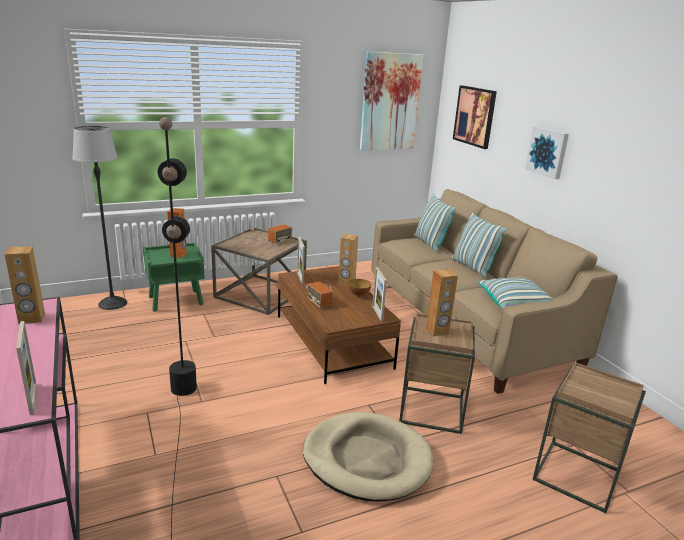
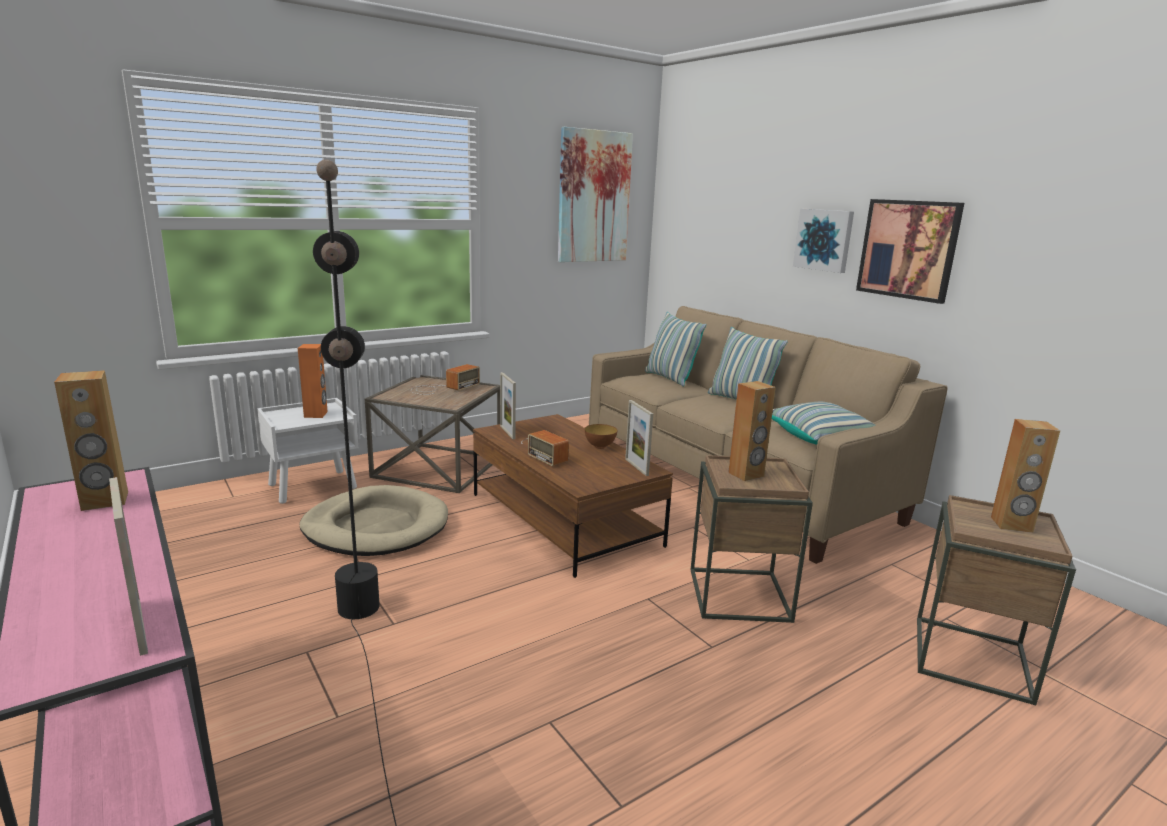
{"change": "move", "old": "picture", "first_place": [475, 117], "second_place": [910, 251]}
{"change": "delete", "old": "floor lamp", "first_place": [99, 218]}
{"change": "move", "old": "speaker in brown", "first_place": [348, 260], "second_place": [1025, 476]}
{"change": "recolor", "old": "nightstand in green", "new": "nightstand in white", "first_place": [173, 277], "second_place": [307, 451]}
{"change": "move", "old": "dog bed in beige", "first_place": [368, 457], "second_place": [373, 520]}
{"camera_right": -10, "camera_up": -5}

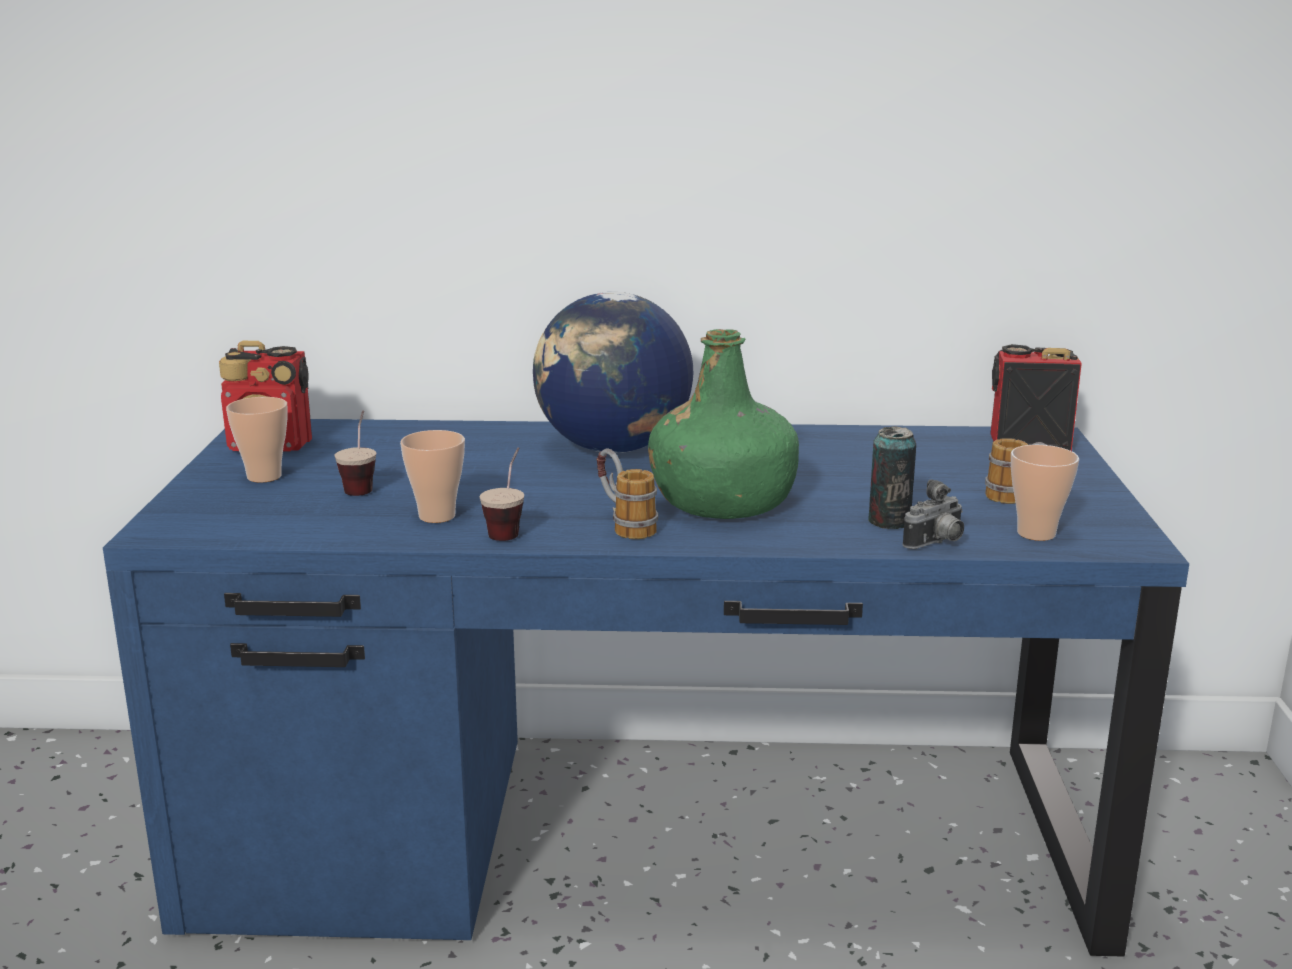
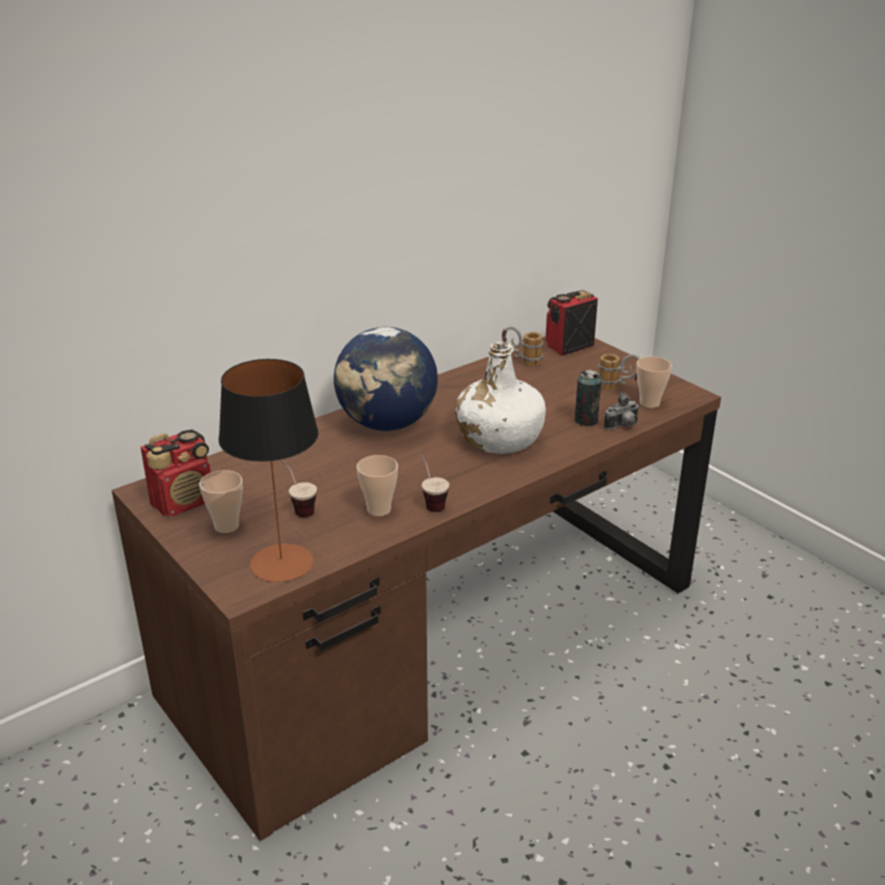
{"change": "recolor", "old": "bottle in green", "new": "bottle in white", "first_place": [723, 424], "second_place": [500, 398]}
{"change": "recolor", "old": "desk in blue", "new": "desk in brown", "first_place": [646, 688], "second_place": [416, 588]}
{"change": "move", "old": "mug", "first_place": [627, 493], "second_place": [522, 347]}
{"change": "rotate", "old": "photo camera", "first_place": [933, 514], "second_place": [621, 411], "degrees": 45}
{"change": "insert", "new": "table lamp", "second_place": [268, 470]}
{"camera_right": -40, "camera_up": 10}

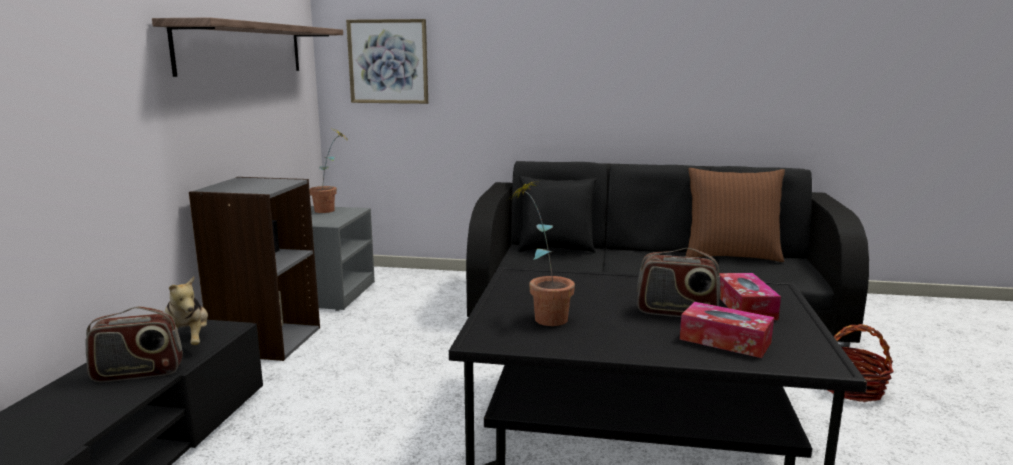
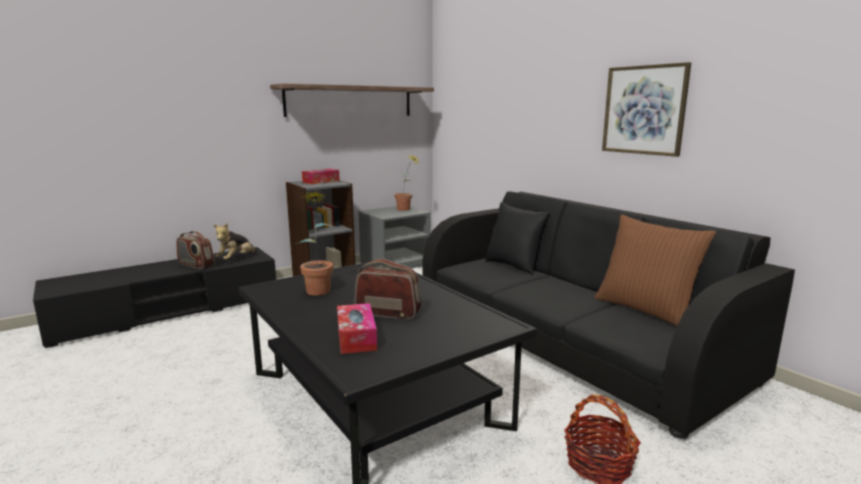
{"change": "move", "old": "picture", "first_place": [387, 61], "second_place": [646, 109]}
{"change": "rotate", "old": "radio", "first_place": [678, 282], "second_place": [388, 289], "degrees": 135}
{"change": "move", "old": "tissue box", "first_place": [750, 296], "second_place": [321, 176]}
{"camera_right": 45, "camera_up": 0}

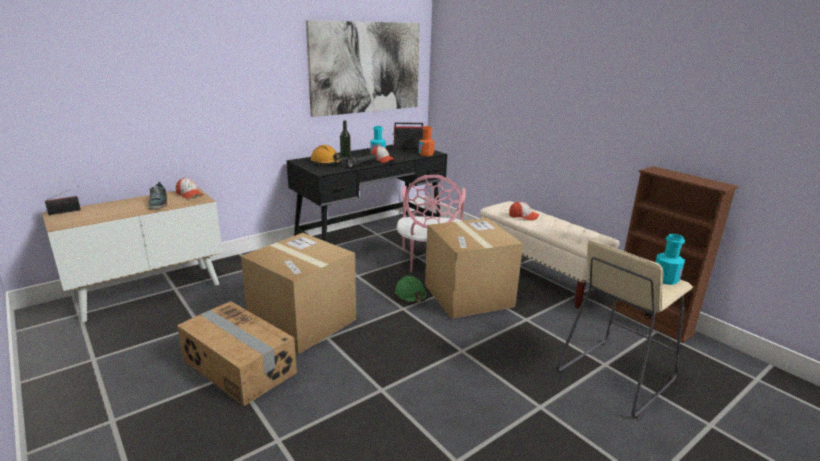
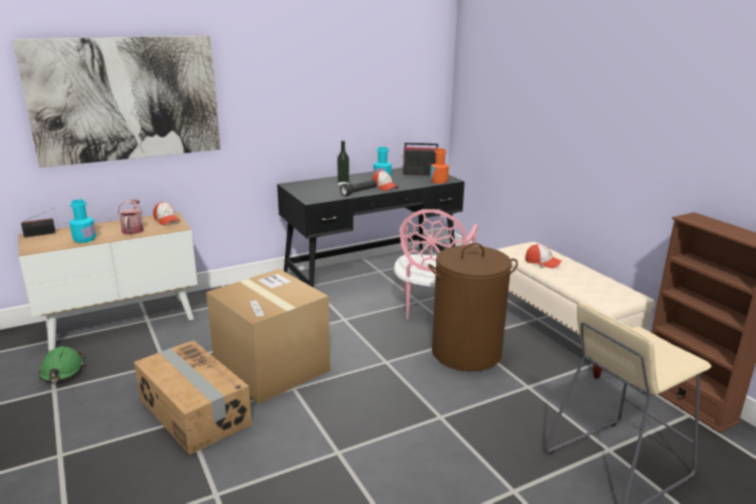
{"change": "move", "old": "picture", "first_place": [363, 68], "second_place": [117, 102]}
{"change": "delete", "old": "hard hat in orange", "first_place": [326, 154]}
{"change": "replace", "old": "shoe", "new": "watering can", "first_place": [157, 196], "second_place": [130, 217]}
{"change": "replace", "old": "cardboard box", "new": "laundry basket in brown", "first_place": [474, 268], "second_place": [473, 307]}
{"change": "move", "old": "bottle in turquoise", "first_place": [670, 259], "second_place": [82, 221]}
{"change": "move", "old": "hard hat in green", "first_place": [411, 289], "second_place": [61, 364]}
{"camera_right": 10, "camera_up": 0}

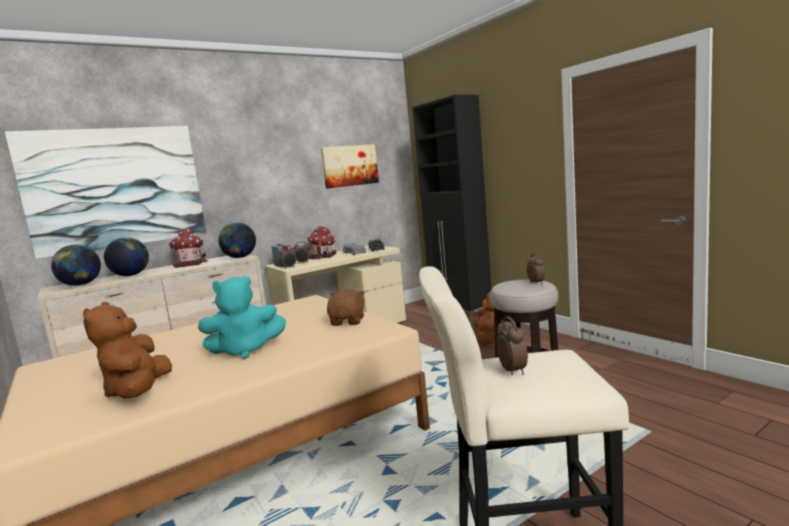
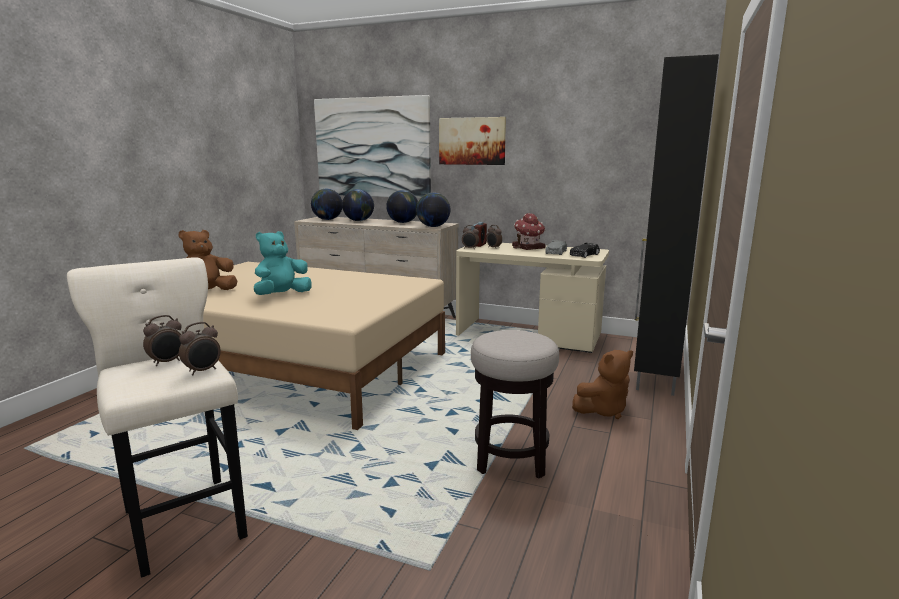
{"change": "move", "old": "picture", "first_place": [350, 166], "second_place": [472, 141]}
{"change": "replace", "old": "toy house", "new": "globe", "first_place": [188, 248], "second_place": [402, 206]}
{"change": "move", "old": "alarm clock", "first_place": [536, 269], "second_place": [200, 348]}
{"change": "rotate", "old": "plush toy in turquoise", "first_place": [242, 317], "second_place": [283, 263], "degrees": 90}
{"change": "delete", "old": "plush toy in brown", "first_place": [346, 307]}
{"camera_right": 55, "camera_up": 5}

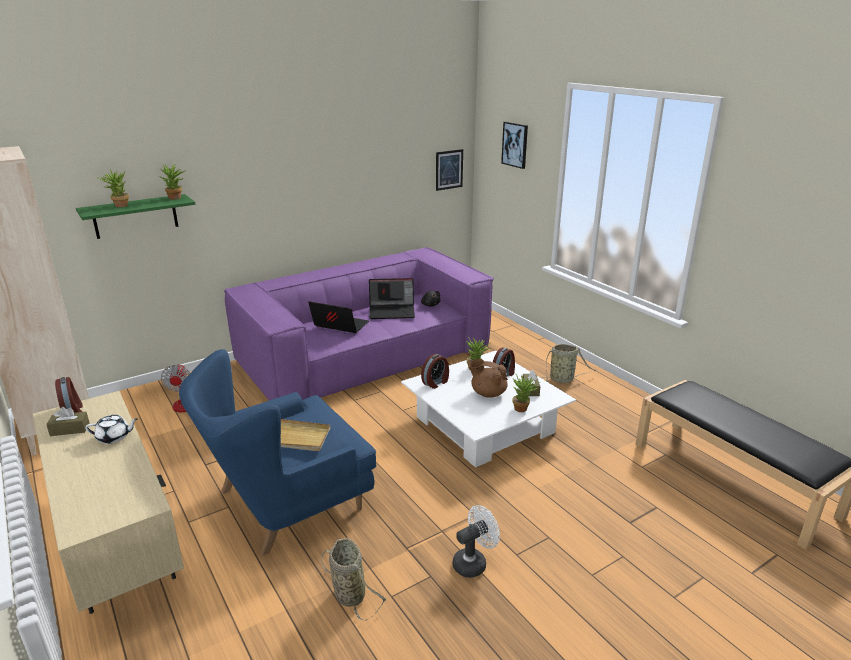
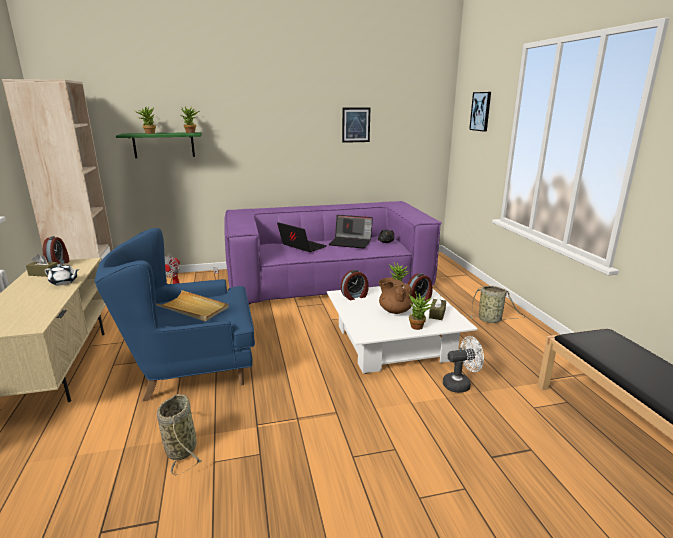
{"change": "move", "old": "picture", "first_place": [449, 170], "second_place": [356, 125]}
{"change": "move", "old": "fan in white", "first_place": [476, 541], "second_place": [463, 364]}
{"camera_right": 20, "camera_up": -5}

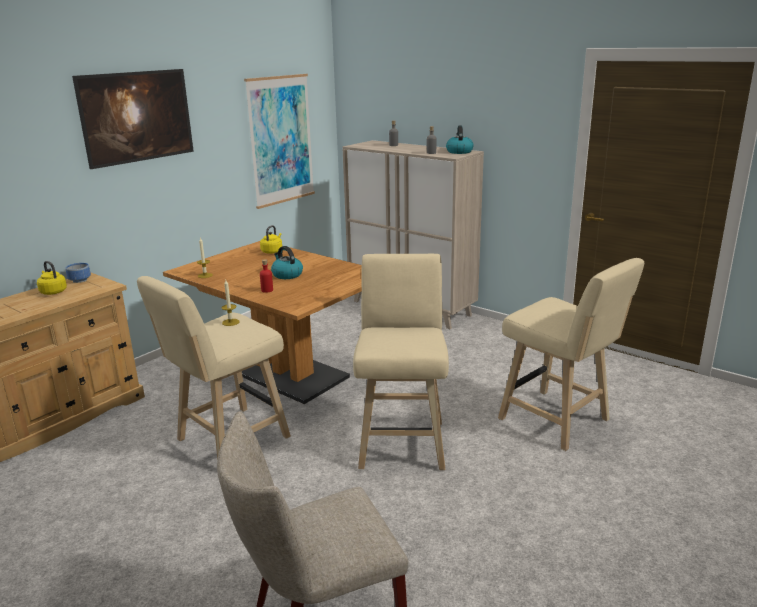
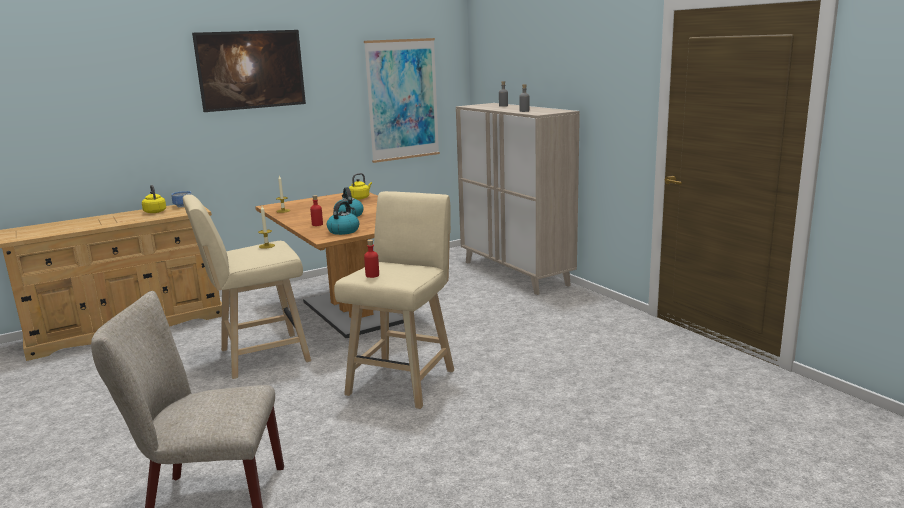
{"change": "move", "old": "kettle", "first_place": [460, 139], "second_place": [343, 218]}
{"change": "delete", "old": "stool in beige", "first_place": [571, 354]}
{"change": "insert", "new": "bottle in red", "second_place": [371, 259]}
{"camera_right": 20, "camera_up": -5}

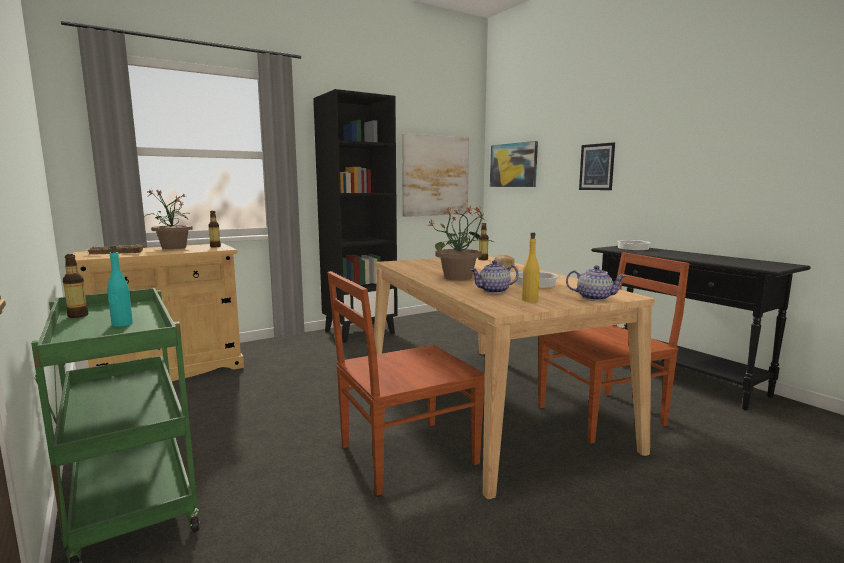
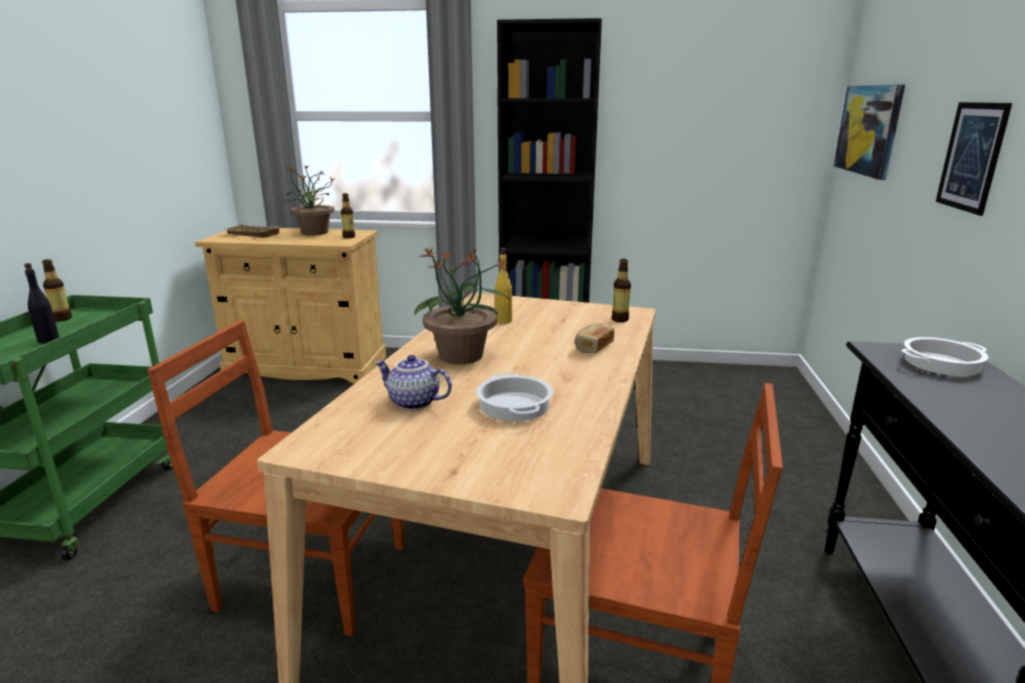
{"change": "delete", "old": "picture", "first_place": [435, 175]}
{"change": "move", "old": "bottle in yellow", "first_place": [531, 267], "second_place": [503, 286]}
{"change": "recolor", "old": "bottle in turquoise", "new": "bottle in black", "first_place": [120, 286], "second_place": [41, 303]}
{"change": "delete", "old": "teapot", "first_place": [596, 283]}
{"camera_right": 40, "camera_up": 10}

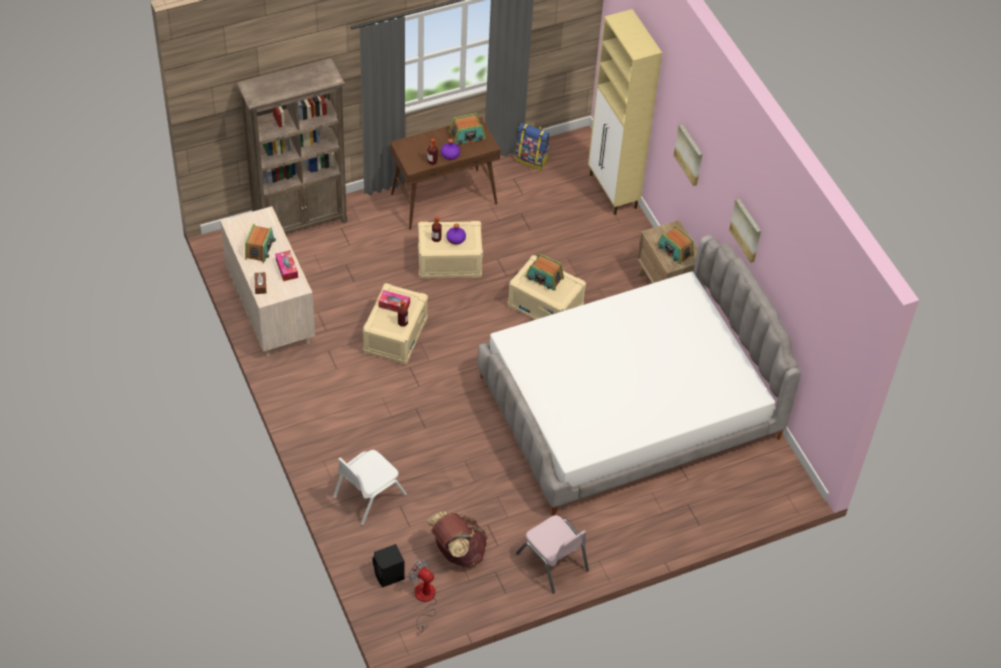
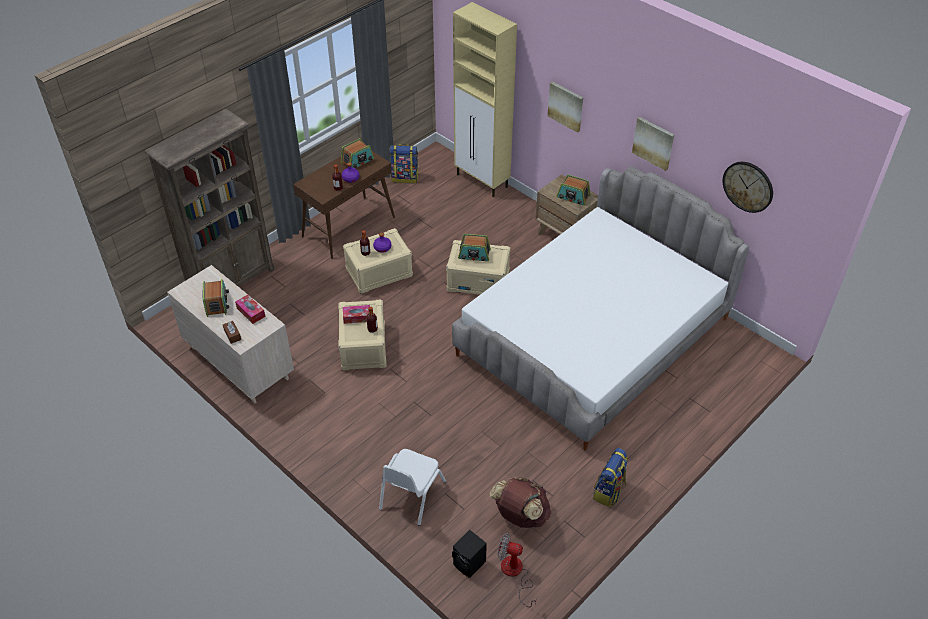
{"change": "replace", "old": "chair in pink", "new": "backpack", "first_place": [552, 554], "second_place": [610, 477]}
{"change": "insert", "new": "wall clock", "second_place": [748, 187]}
{"camera_right": -20, "camera_up": -5}

